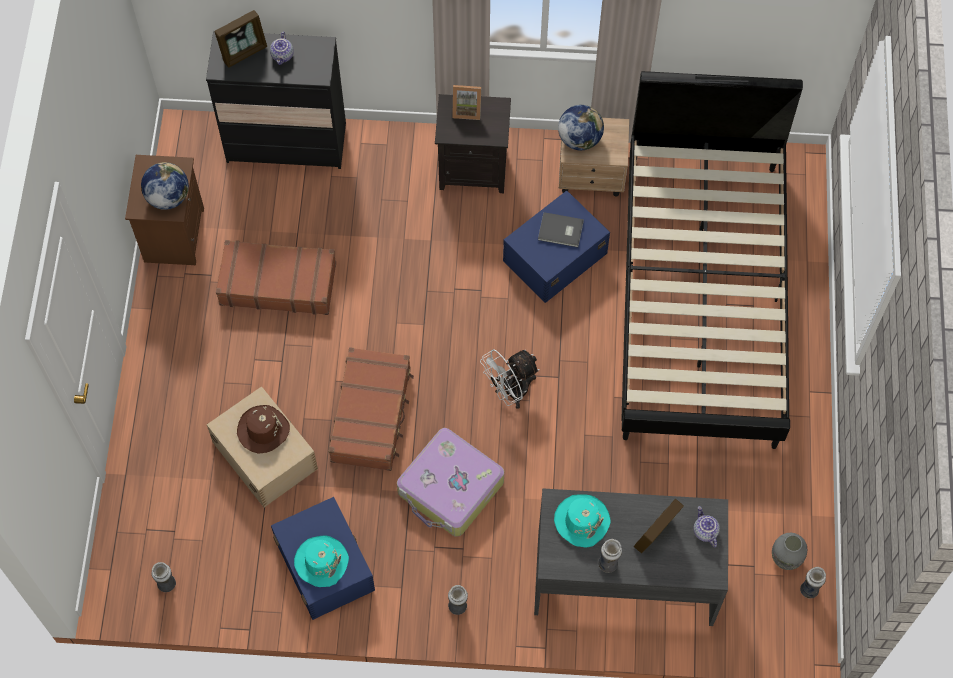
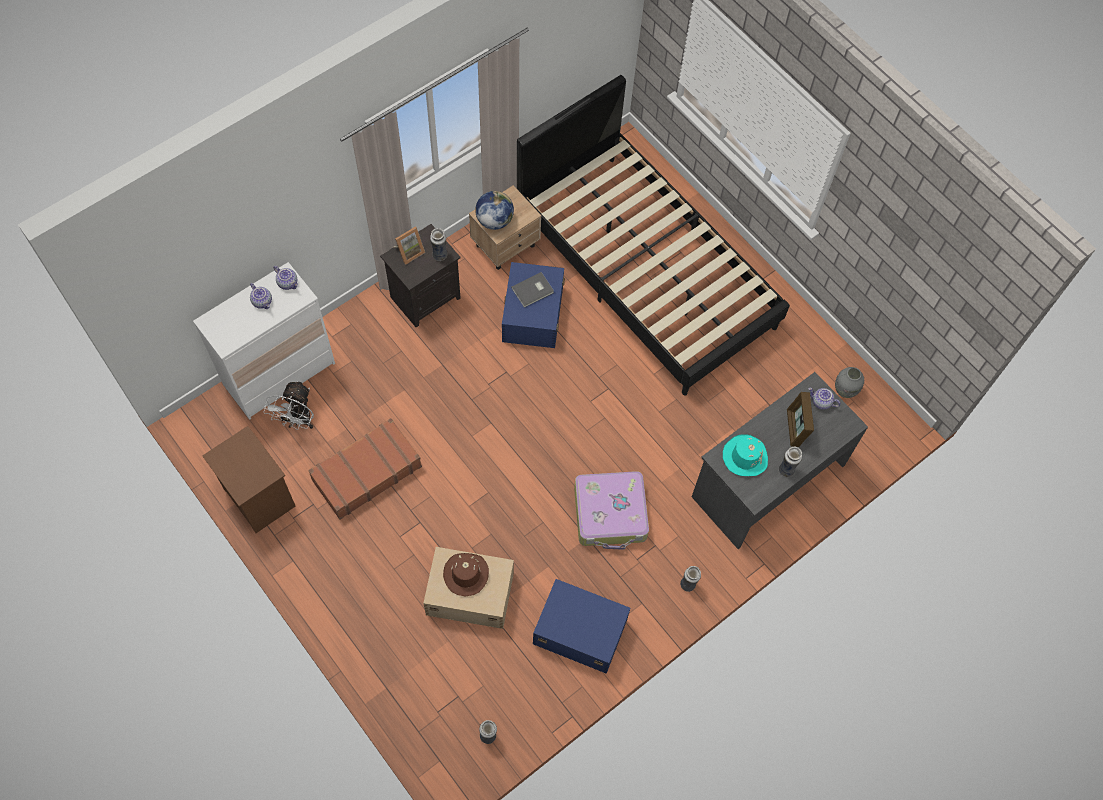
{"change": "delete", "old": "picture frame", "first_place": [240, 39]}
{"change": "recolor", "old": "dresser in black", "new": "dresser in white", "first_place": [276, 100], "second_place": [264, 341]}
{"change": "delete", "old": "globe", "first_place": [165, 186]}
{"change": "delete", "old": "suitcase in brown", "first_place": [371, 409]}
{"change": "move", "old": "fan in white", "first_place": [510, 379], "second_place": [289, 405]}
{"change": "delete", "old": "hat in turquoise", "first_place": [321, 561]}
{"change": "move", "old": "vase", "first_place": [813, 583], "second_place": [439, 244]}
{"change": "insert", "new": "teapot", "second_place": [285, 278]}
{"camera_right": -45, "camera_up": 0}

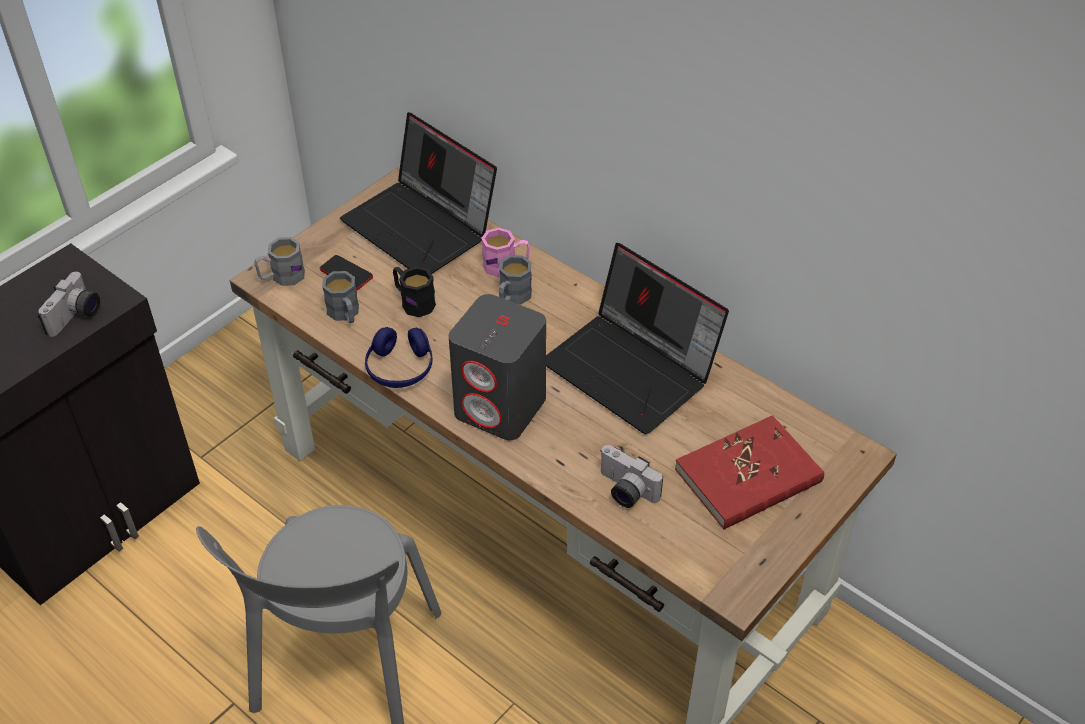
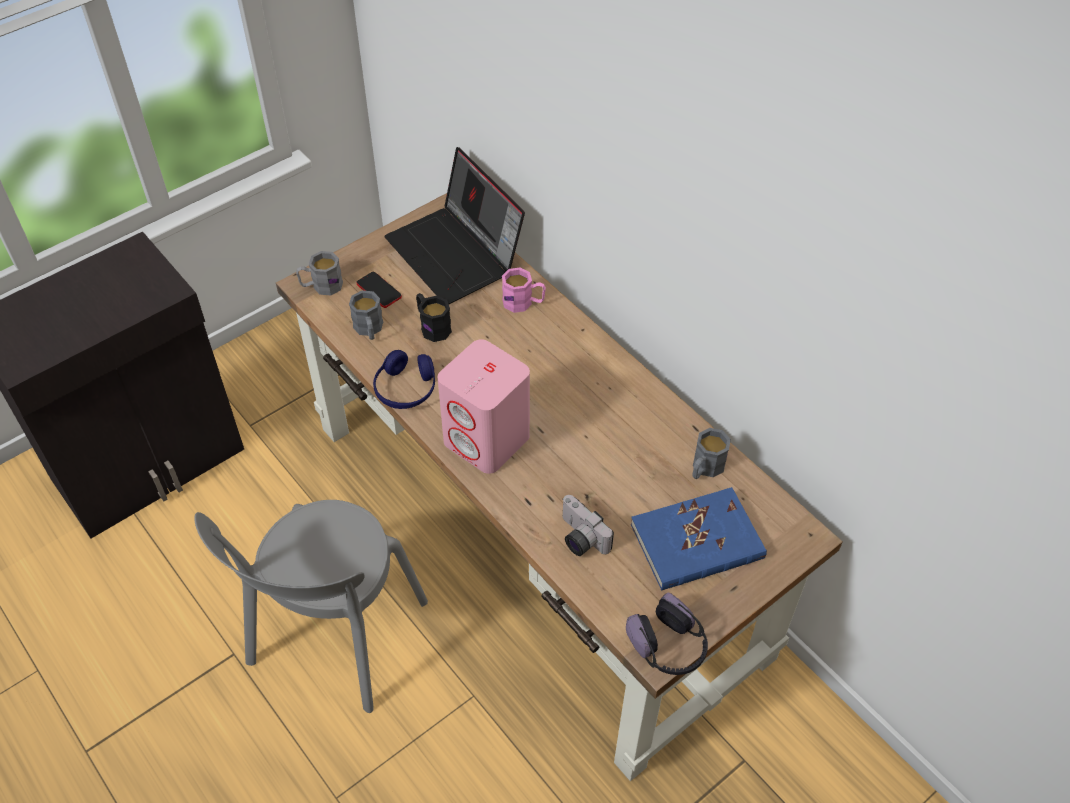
{"change": "delete", "old": "laptop", "first_place": [637, 338]}
{"change": "move", "old": "mug in grey", "first_place": [515, 279], "second_place": [711, 453]}
{"change": "delete", "old": "photo camera", "first_place": [69, 304]}
{"change": "recolor", "old": "speaker in grey", "new": "speaker in pink", "first_place": [497, 367], "second_place": [484, 406]}
{"change": "recolor", "old": "book in red", "new": "book in blue", "first_place": [749, 472], "second_place": [699, 539]}
{"change": "insert", "new": "headphones", "second_place": [667, 633]}
{"camera_right": 10, "camera_up": 5}

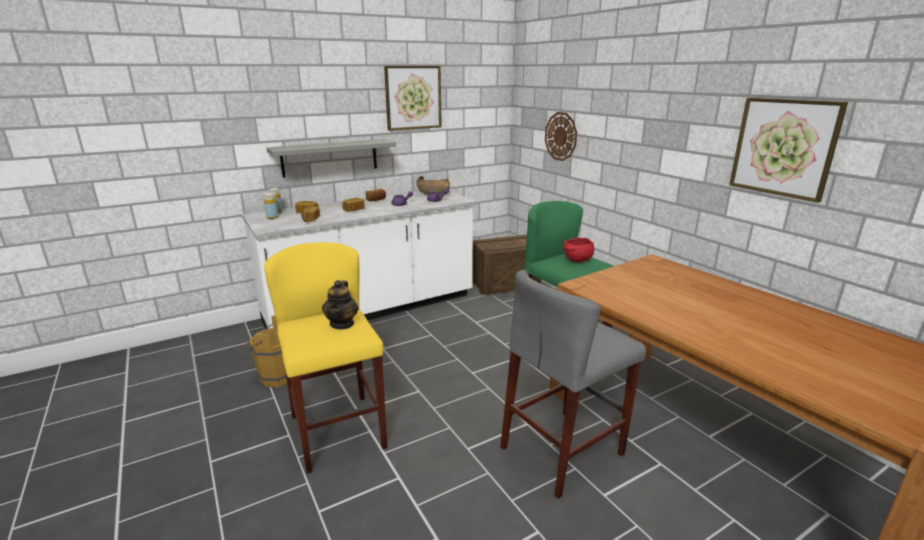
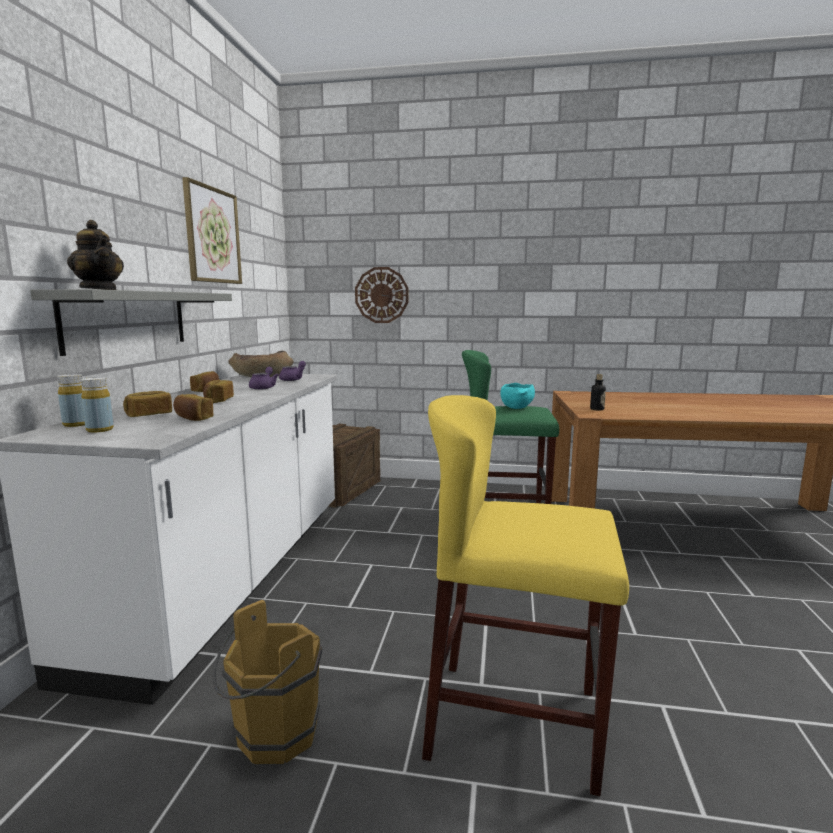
{"change": "delete", "old": "picture", "first_place": [788, 150]}
{"change": "recolor", "old": "bowl in red", "new": "bowl in turquoise", "first_place": [578, 249], "second_place": [517, 396]}
{"change": "delete", "old": "stool in grey", "first_place": [573, 384]}
{"change": "move", "old": "teapot", "first_place": [340, 305], "second_place": [95, 255]}
{"change": "insert", "new": "bottle", "second_place": [598, 392]}
{"camera_right": -50, "camera_up": -10}

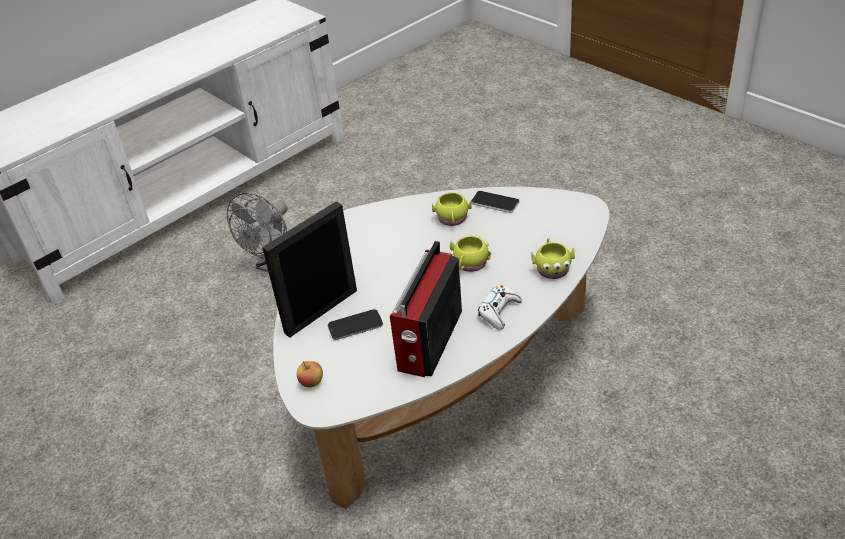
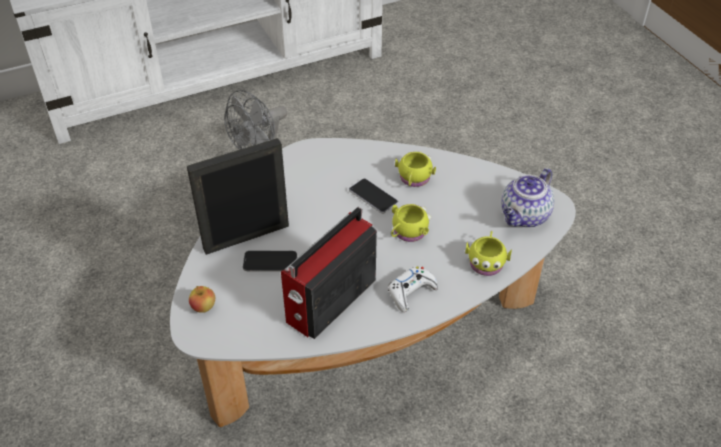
{"change": "move", "old": "phone", "first_place": [495, 202], "second_place": [373, 196]}
{"change": "insert", "new": "teapot", "second_place": [527, 198]}
{"camera_right": 15, "camera_up": 5}

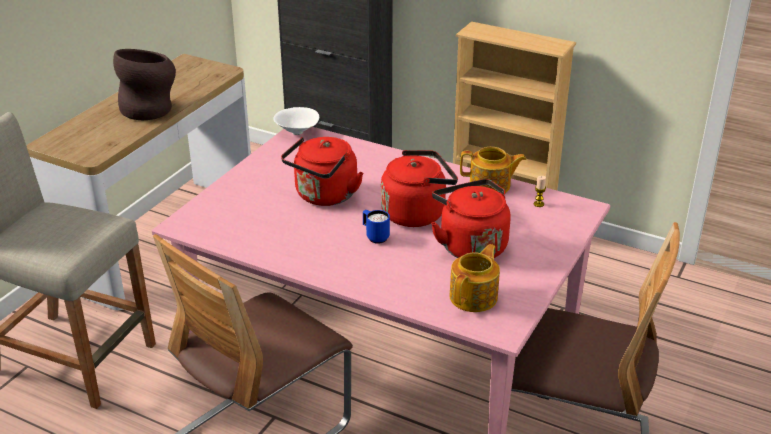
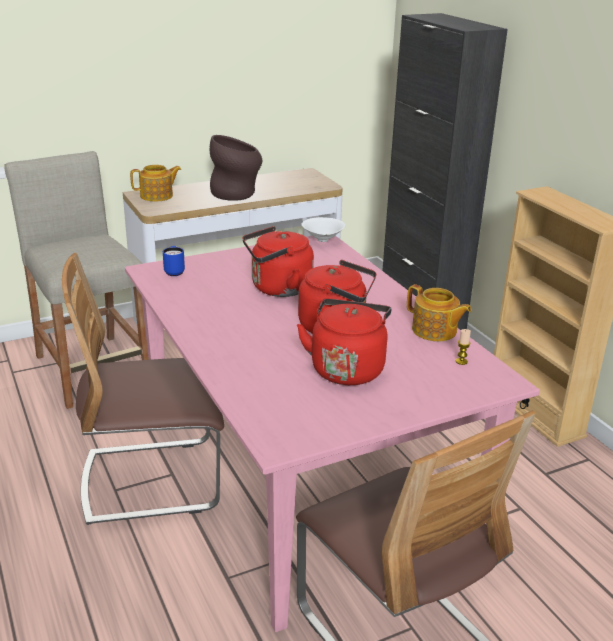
{"change": "move", "old": "mug in blue", "first_place": [376, 227], "second_place": [174, 261]}
{"change": "move", "old": "teapot", "first_place": [474, 278], "second_place": [156, 183]}
{"camera_right": 35, "camera_up": -5}

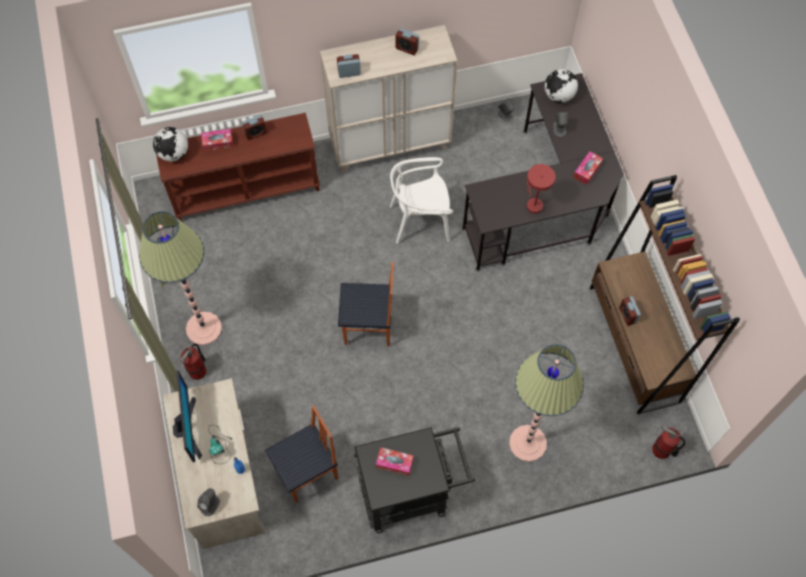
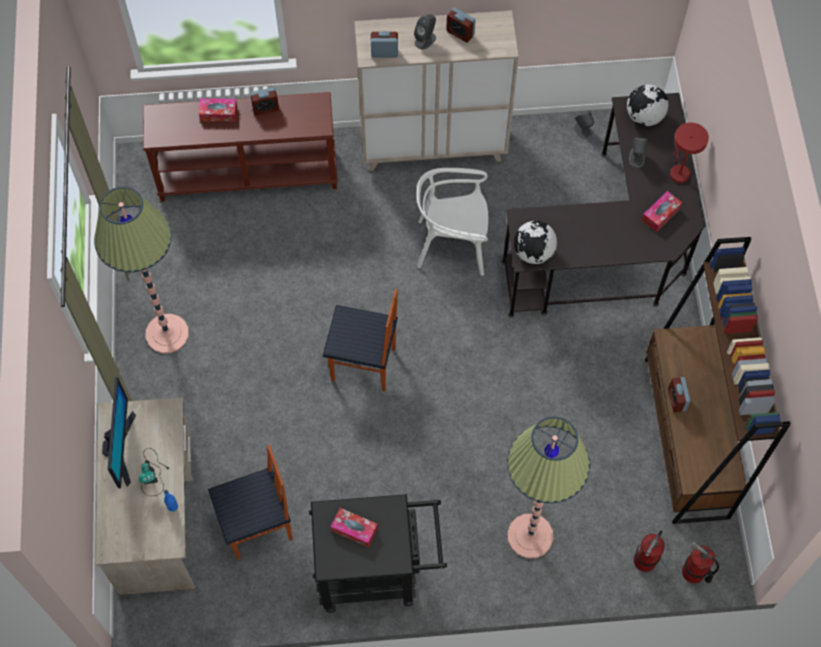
{"change": "move", "old": "globe", "first_place": [170, 144], "second_place": [535, 242]}
{"change": "move", "old": "table lamp in red", "first_place": [541, 189], "second_place": [689, 152]}
{"change": "move", "old": "fire extinguisher", "first_place": [193, 362], "second_place": [649, 551]}
{"change": "move", "old": "speaker in grey", "first_place": [208, 502], "second_place": [425, 32]}
{"camera_right": 10, "camera_up": 0}

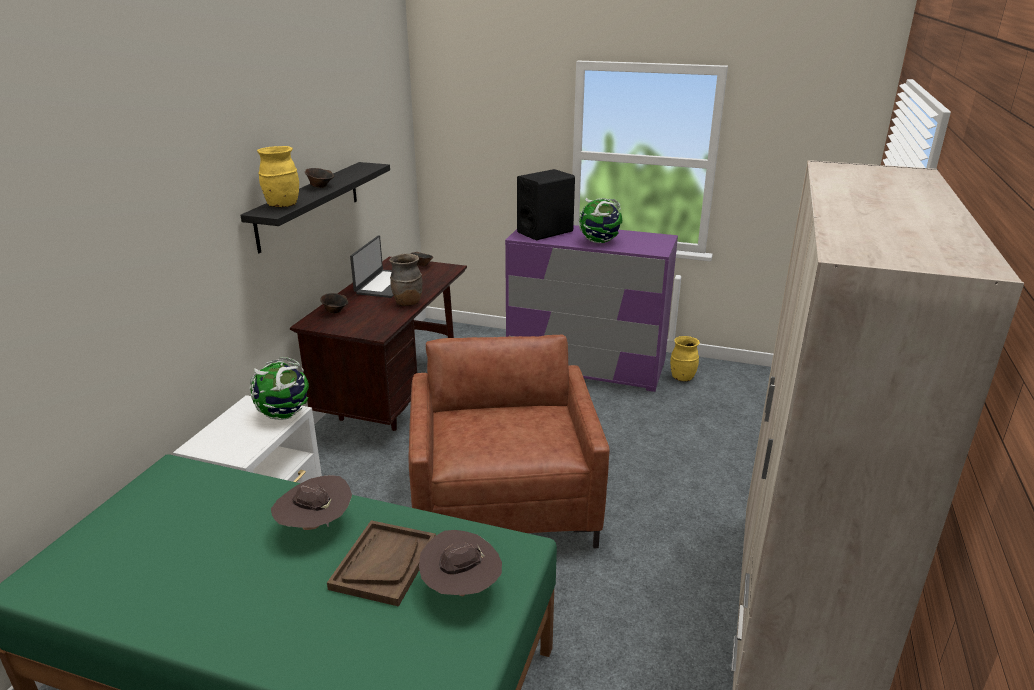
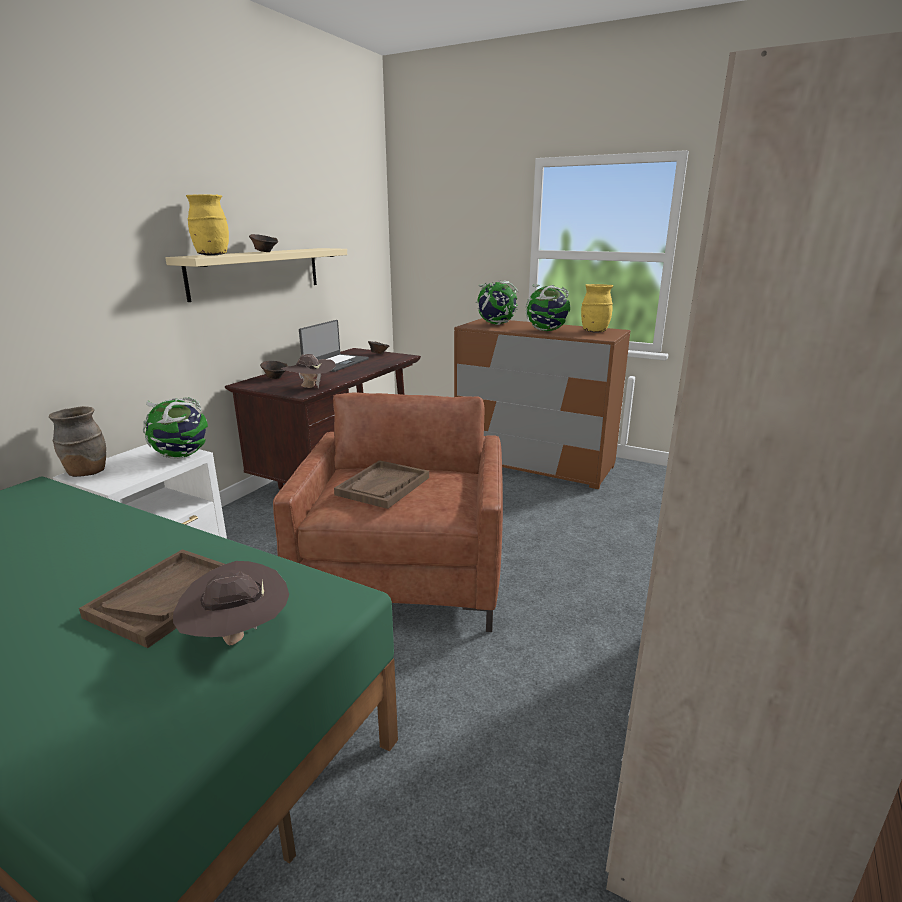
{"change": "recolor", "old": "shelf in black", "new": "shelf in beige", "first_place": [315, 207], "second_place": [256, 275]}
{"change": "replace", "old": "speaker in black", "new": "globe", "first_place": [546, 205], "second_place": [497, 302]}
{"change": "recolor", "old": "dresser in purple", "new": "dresser in brown", "first_place": [591, 308], "second_place": [542, 403]}
{"change": "move", "old": "vase in brown", "first_place": [405, 279], "second_place": [77, 441]}
{"change": "move", "old": "vase in yellow", "first_place": [685, 359], "second_place": [597, 308]}
{"change": "move", "old": "hat in brown", "first_place": [311, 502], "second_place": [308, 371]}
{"change": "insert", "new": "tray in brown", "second_place": [381, 484]}
{"camera_right": 10, "camera_up": -5}

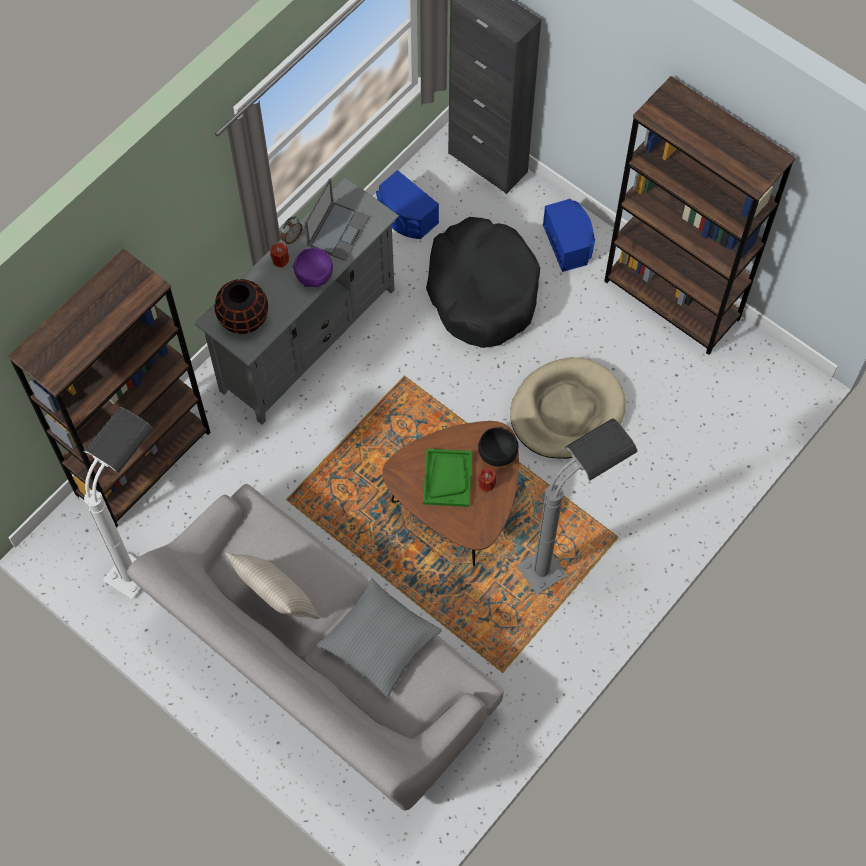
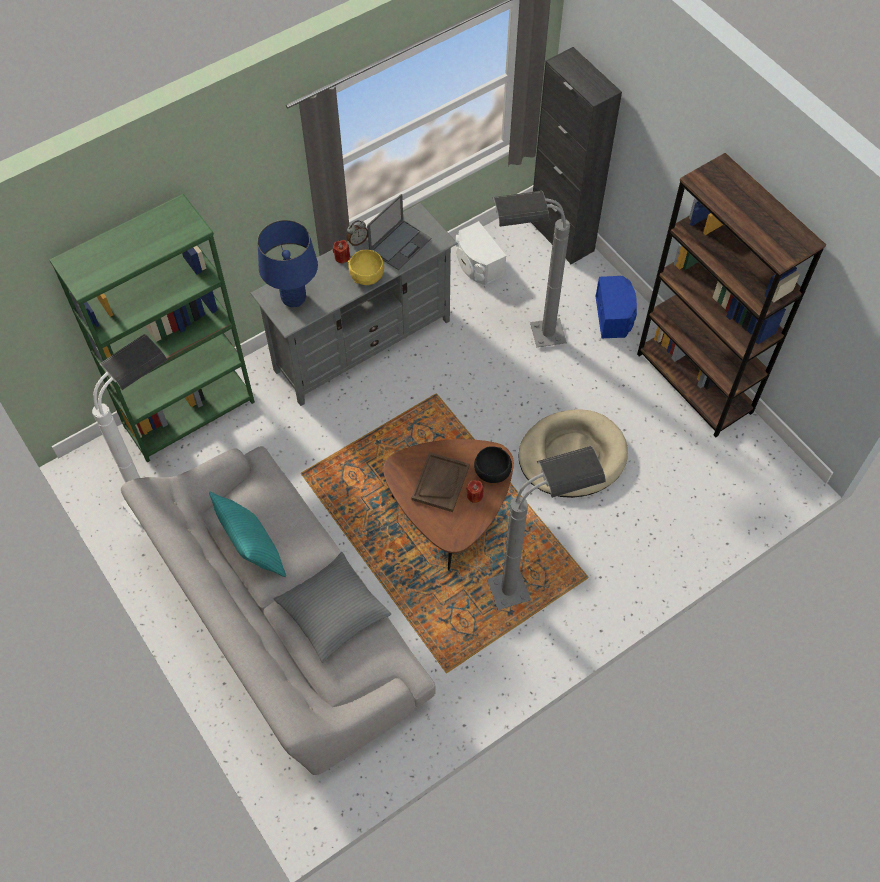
{"change": "recolor", "old": "speaker in blue", "new": "speaker in white", "first_place": [407, 204], "second_place": [481, 253]}
{"change": "replace", "old": "dog bed in black", "new": "floor lamp in grey", "first_place": [483, 282], "second_place": [531, 269]}
{"change": "recolor", "old": "bookcase in brown", "new": "bookcase in green", "first_place": [109, 387], "second_place": [152, 328]}
{"change": "recolor", "old": "bowl in purple", "new": "bowl in yellow", "first_place": [313, 267], "second_place": [366, 267]}
{"change": "replace", "old": "vase in black", "new": "table lamp in blue", "first_place": [241, 306], "second_place": [287, 263]}
{"change": "recolor", "old": "tray in green", "new": "tray in brown", "first_place": [447, 478], "second_place": [440, 482]}
{"change": "recolor", "old": "pillow in beige", "new": "pillow in turquoise", "first_place": [273, 586], "second_place": [247, 534]}
{"camera_right": 15, "camera_up": -5}

